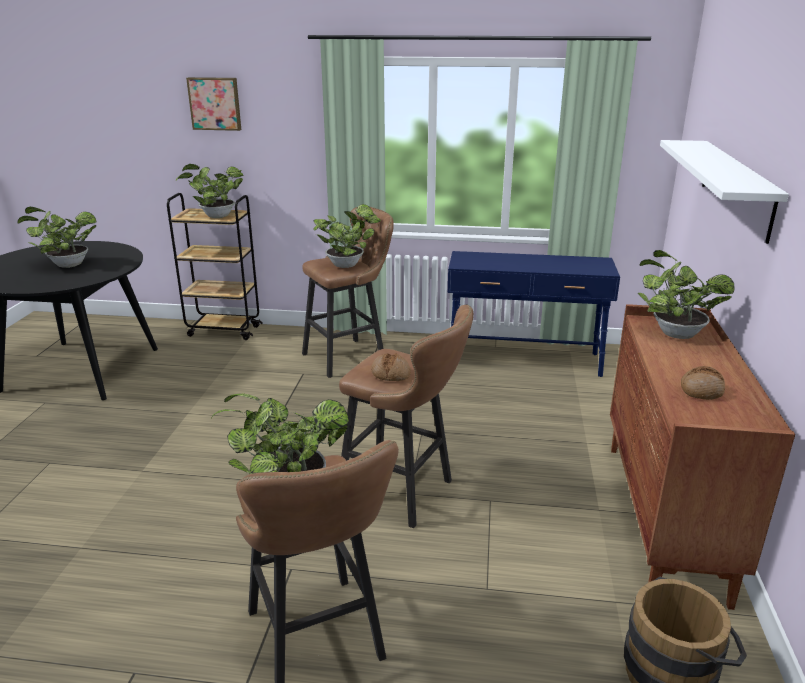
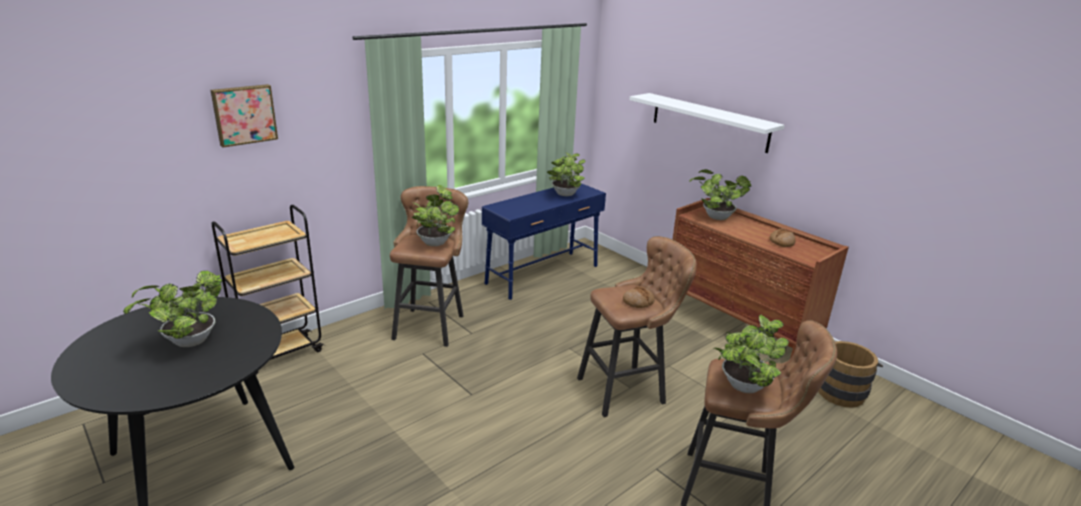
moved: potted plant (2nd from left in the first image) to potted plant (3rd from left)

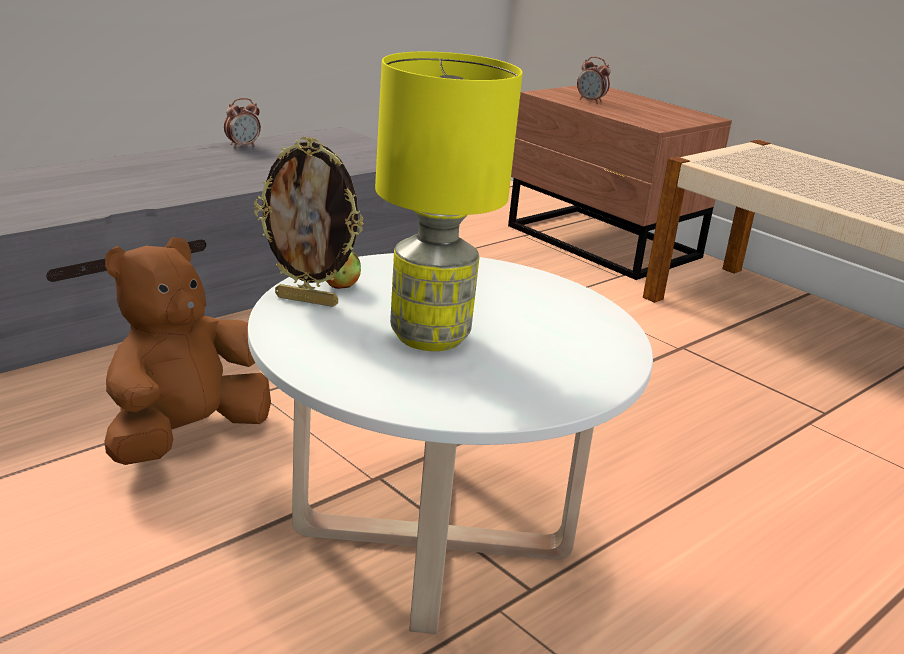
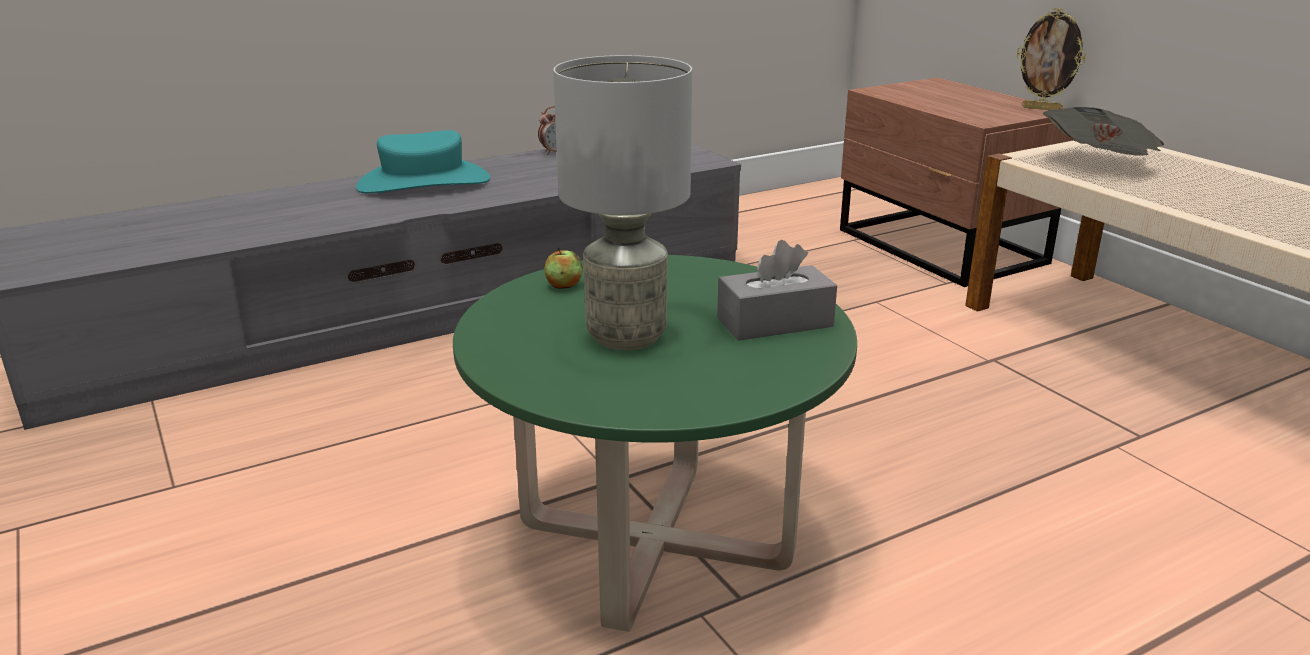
removed: brown plush toy; alarm clock (2nd from left)
added: turquoise hat; grey tissue box; newspaper
moved: picture frame
recoloured: white coffee table to green coffee table; yellow table lamp to grey table lamp

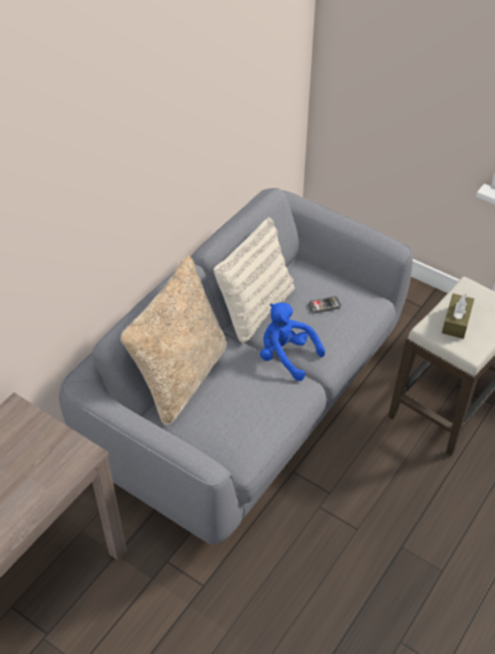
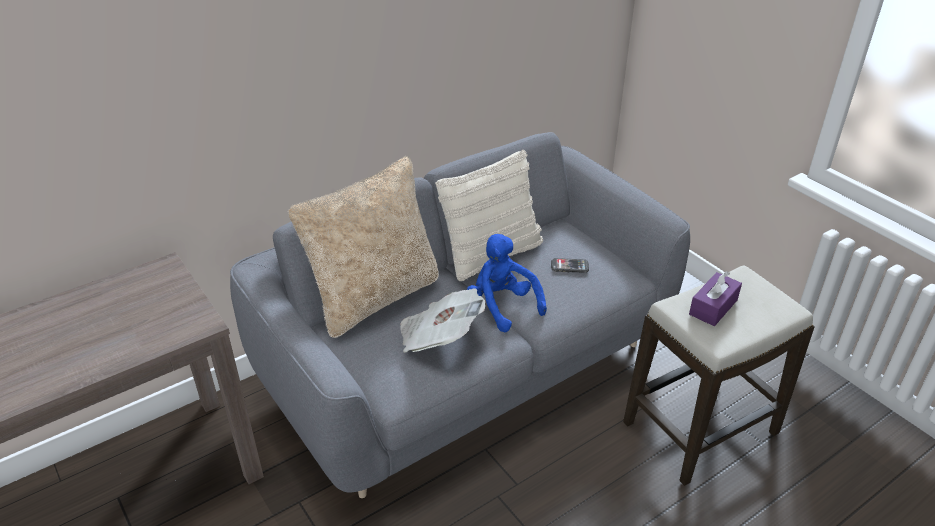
added: newspaper
recoloured: brown tissue box to purple tissue box

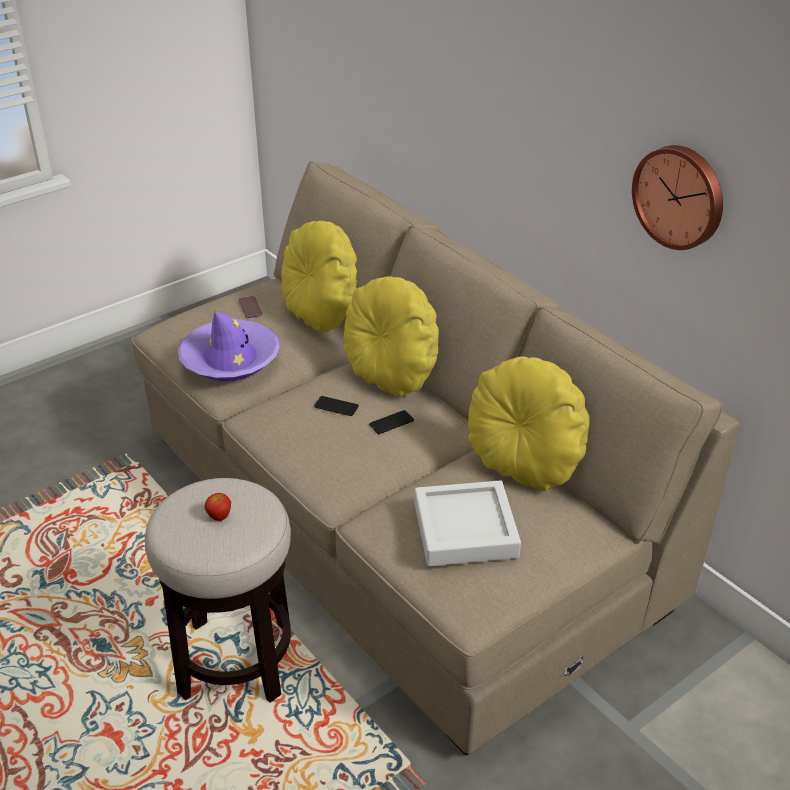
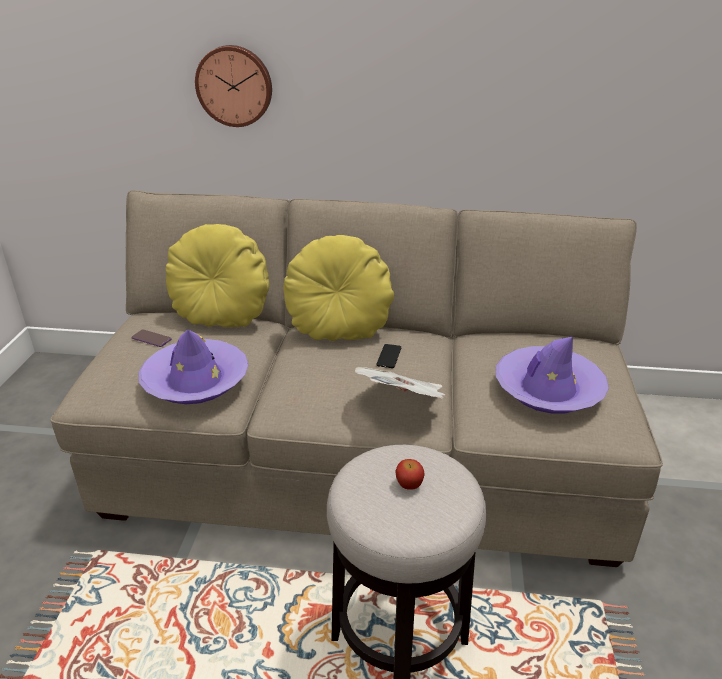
removed: phone (2nd from left); yellow pillow (3rd from left)
added: newspaper
moved: wall clock
replaced: grey tray to purple hat (2nd from left)

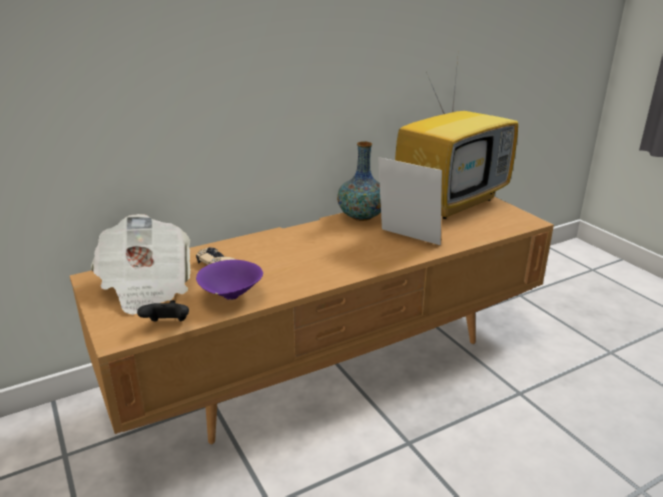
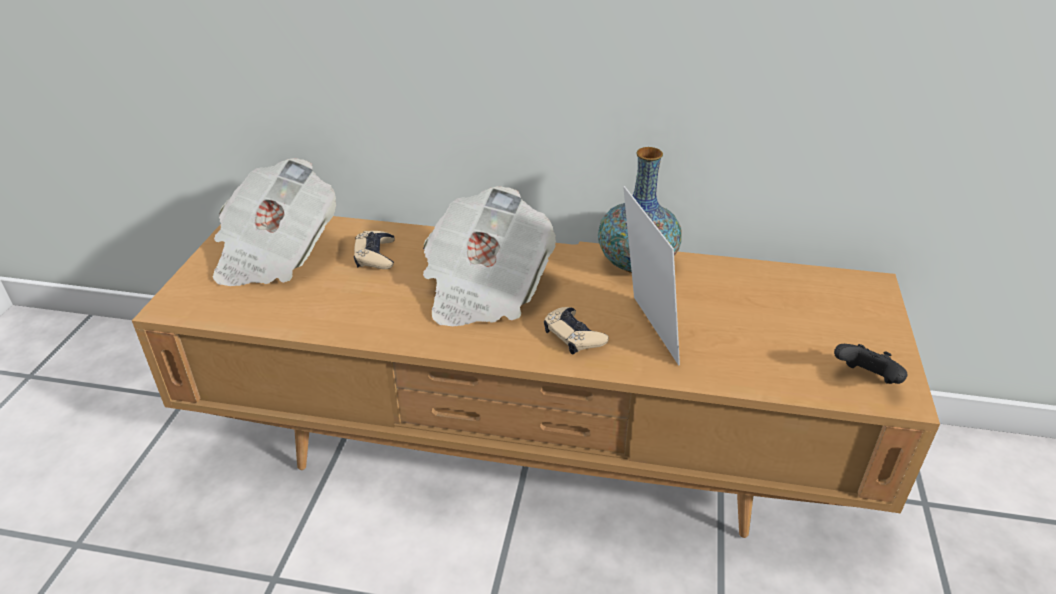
removed: purple bowl; television
added: newspaper (2nd from left); beige game controller (2nd from left)
moved: black game controller

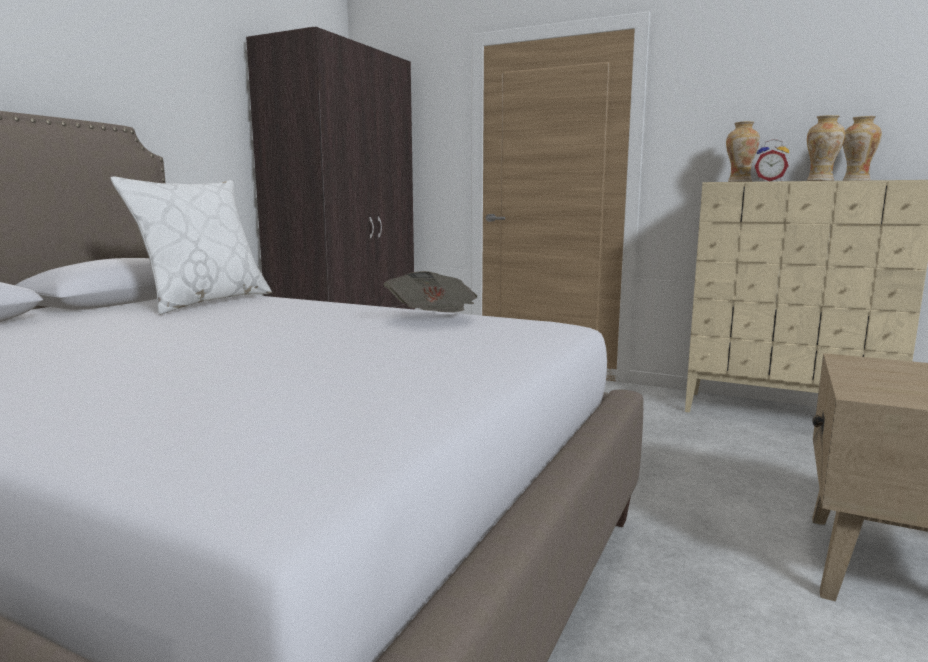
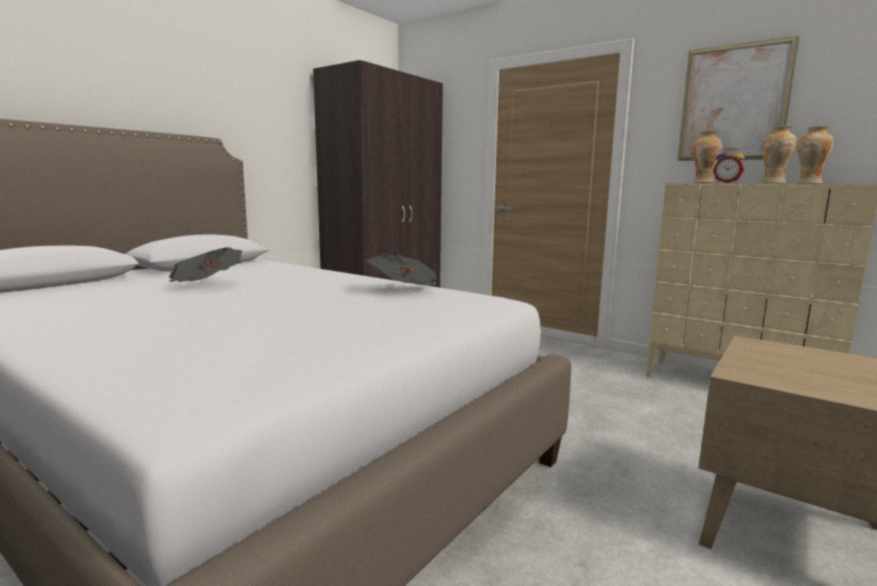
removed: white pillow
added: newspaper (1st from left); picture

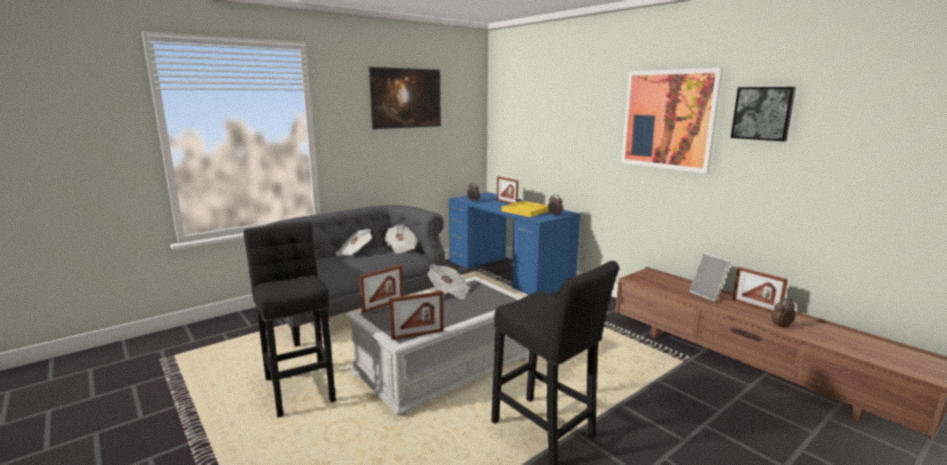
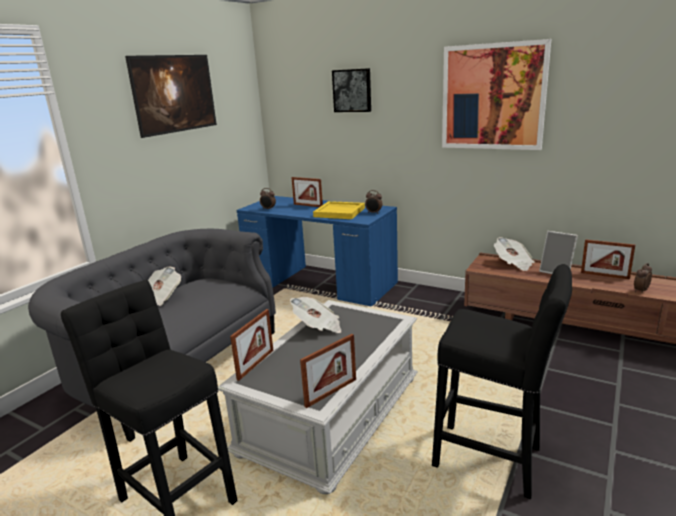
moved: picture (3rd from left in the first image) to picture (2nd from left); newspaper (2nd from left in the first image) to newspaper (3rd from left)

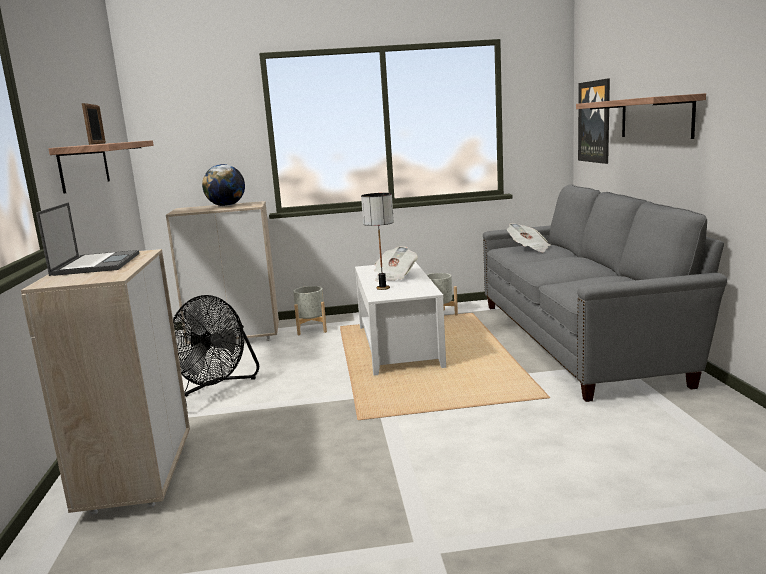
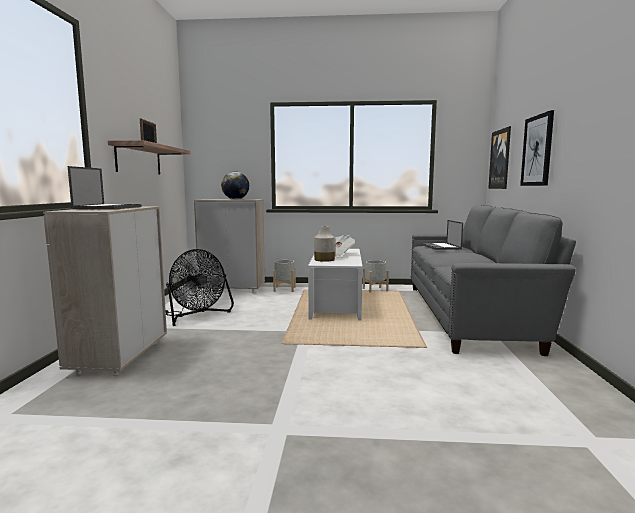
replaced: table lamp to beige vase; newspaper (2nd from left) to laptop (2nd from left); shelf (2nd from left) to picture (2nd from left)

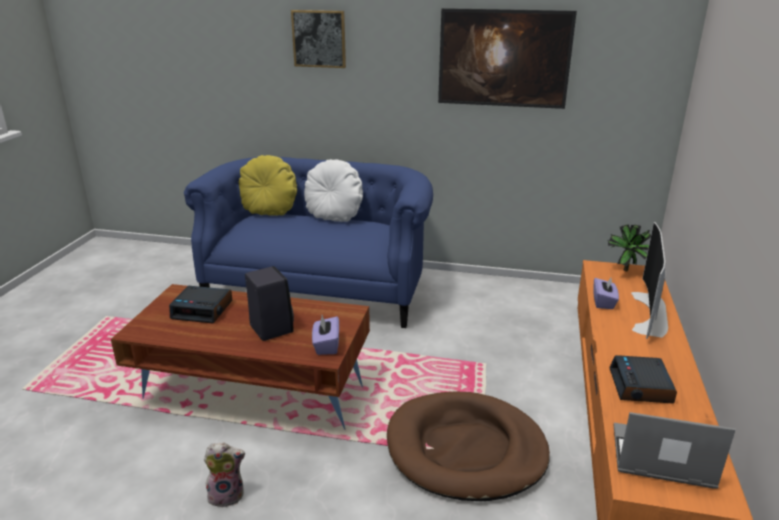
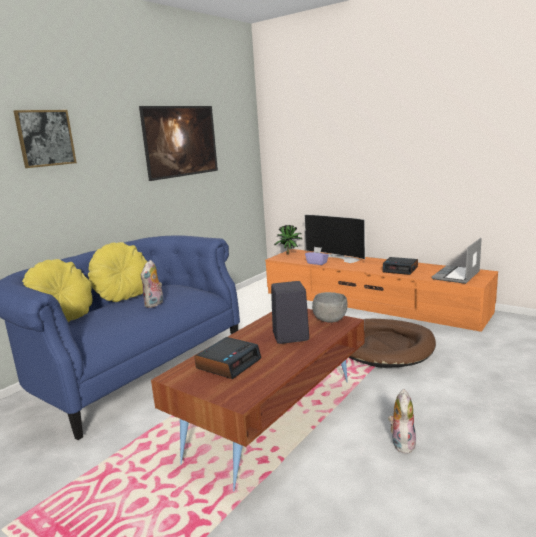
added: plush toy (1st from left)
replaced: purple tissue box (1st from left) to grey bowl
recoloured: white pillow to yellow pillow (2nd from left)

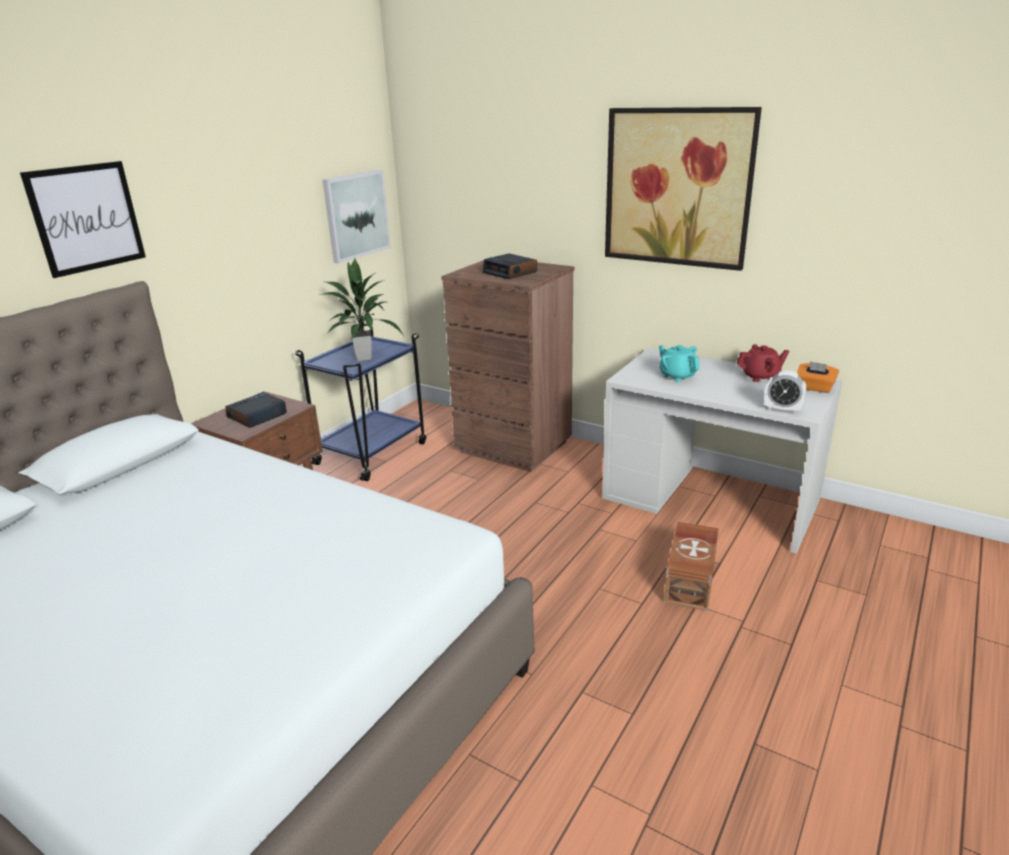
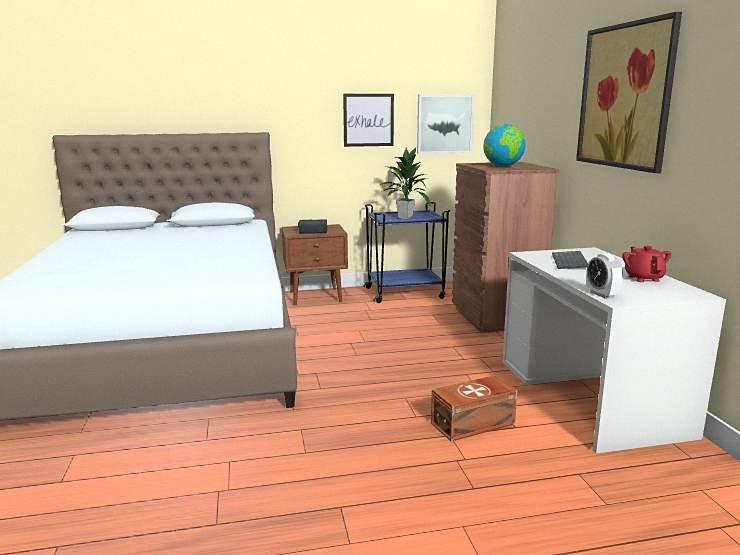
removed: orange tissue box
moved: picture (1st from left)
replaced: alarm clock (2nd from left) to globe; turquoise teapot to keyboard
turned: red teapot 135 degrees counterclockwise

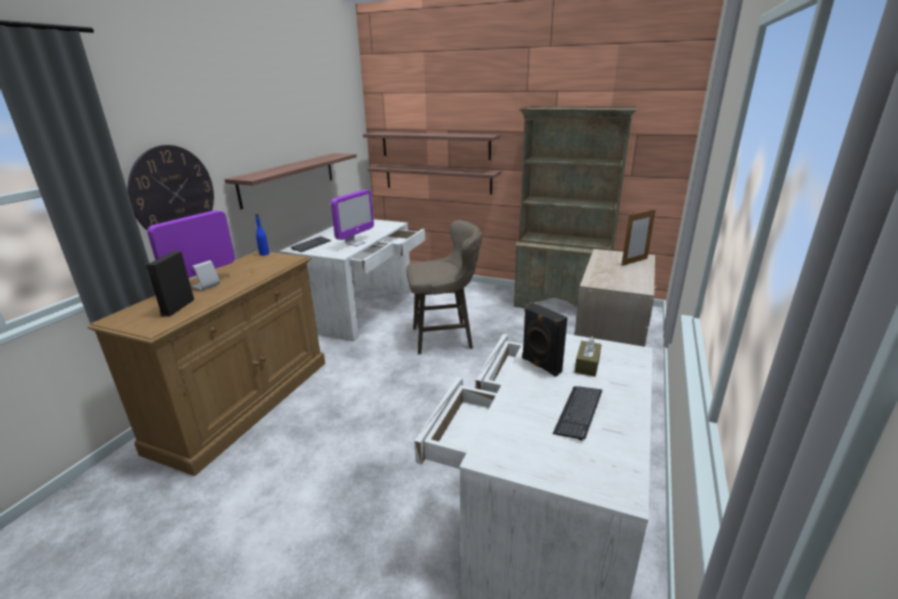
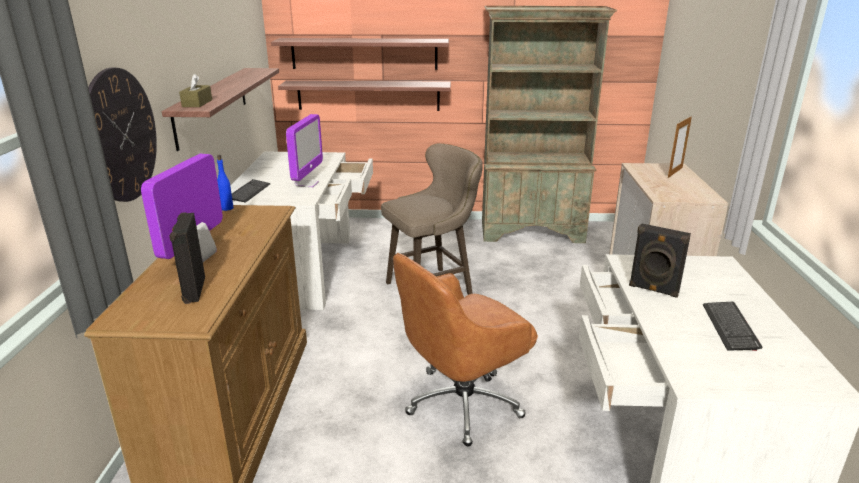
added: brown office chair
moved: brown tissue box

